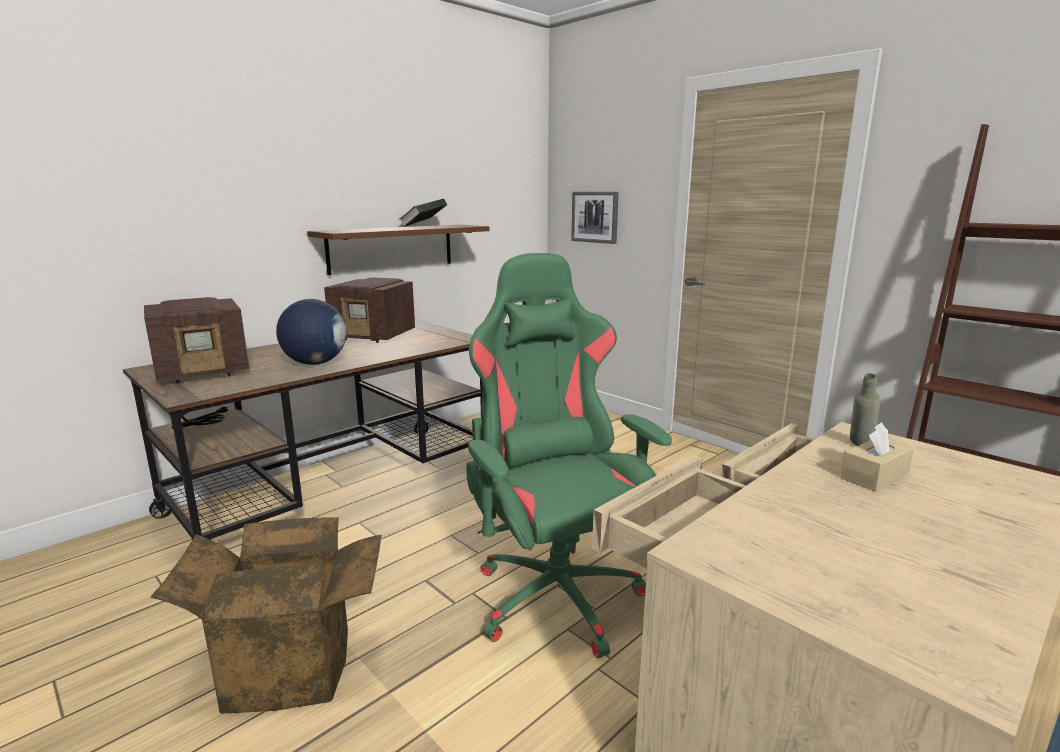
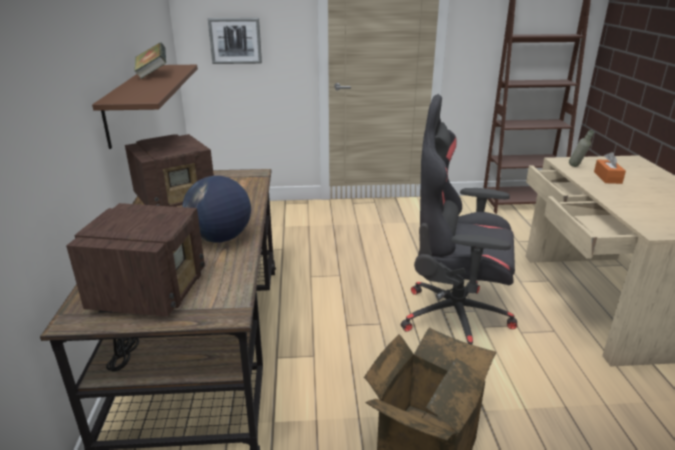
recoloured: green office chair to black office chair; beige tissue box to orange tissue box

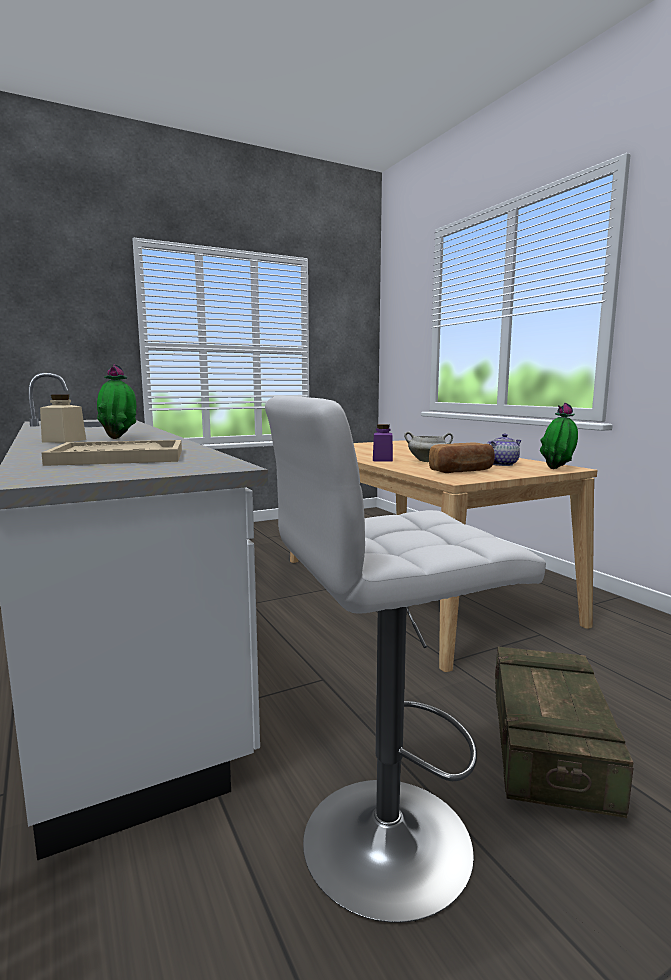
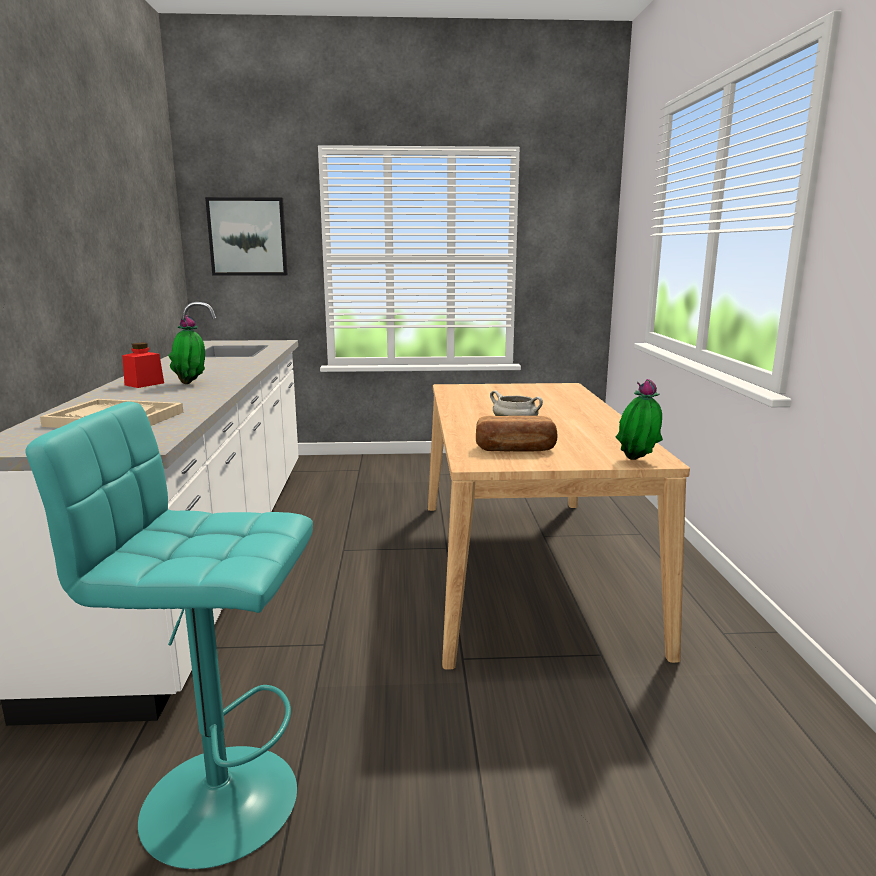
removed: purple jar; teapot; crate
added: picture
recoloured: white stool to turquoise stool; beige jar to red jar

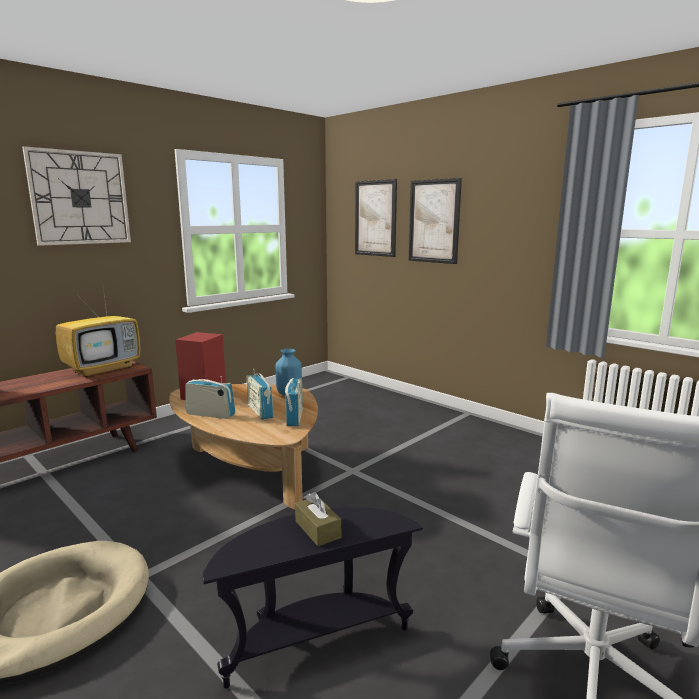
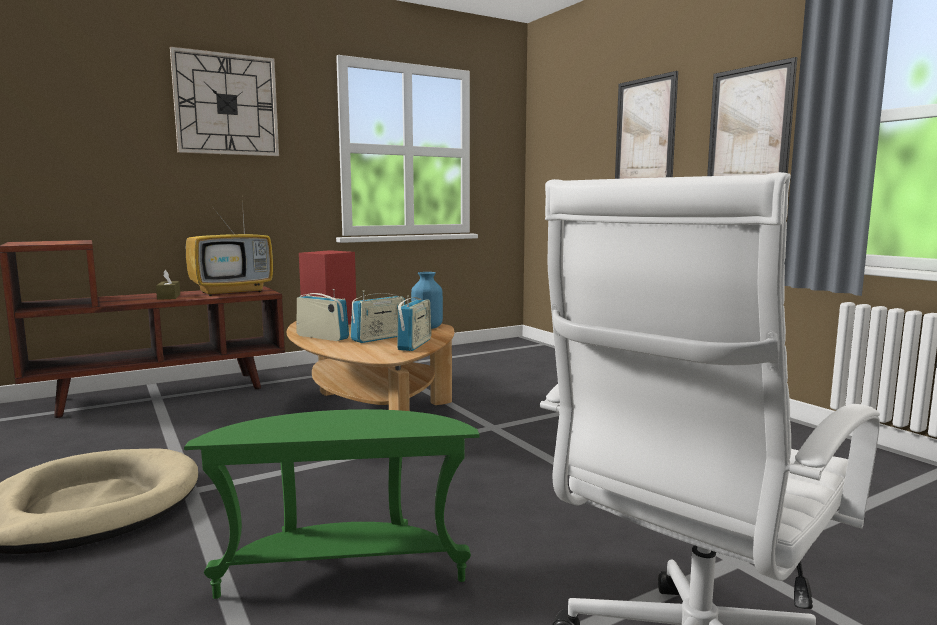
moved: brown tissue box; picture (1st from left in the first image) to picture (2nd from left)
recoloured: black side table to green side table
turned: radio (2nd from left) 120 degrees counterclockwise

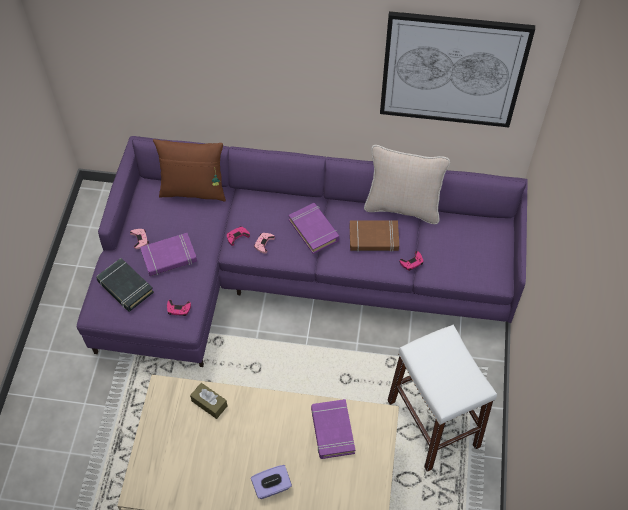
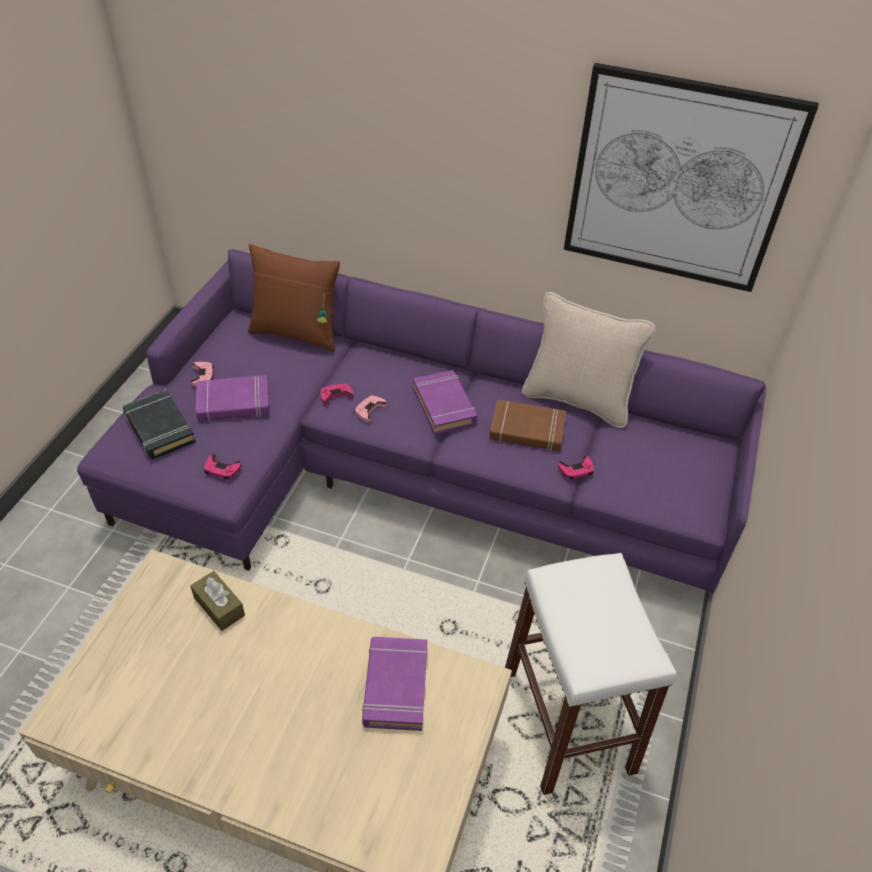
removed: purple tissue box

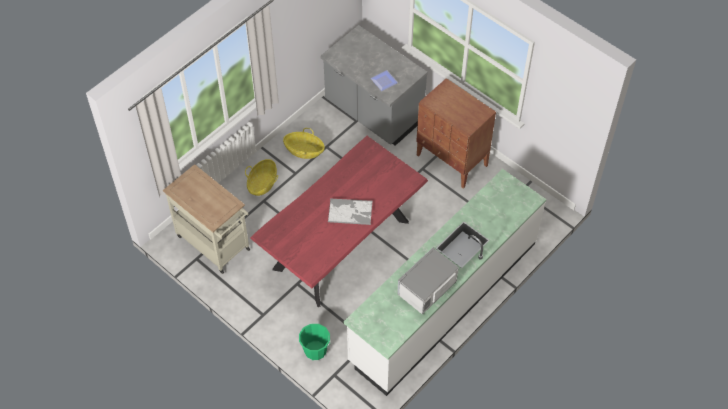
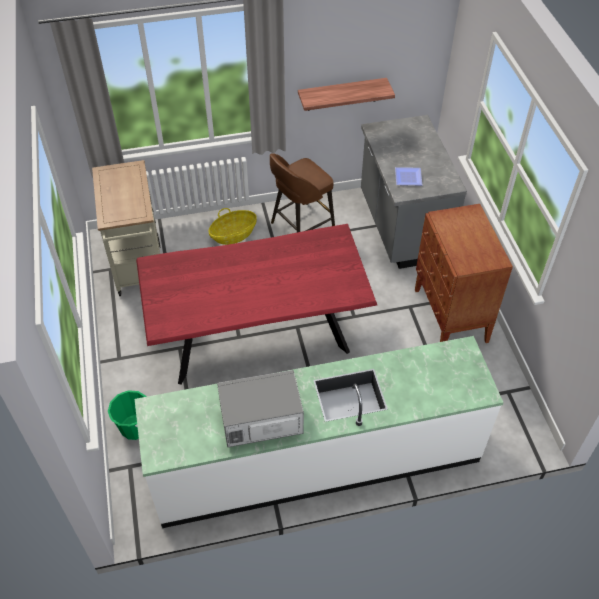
removed: tray
added: shelf
replaced: basket (2nd from left) to brown stool

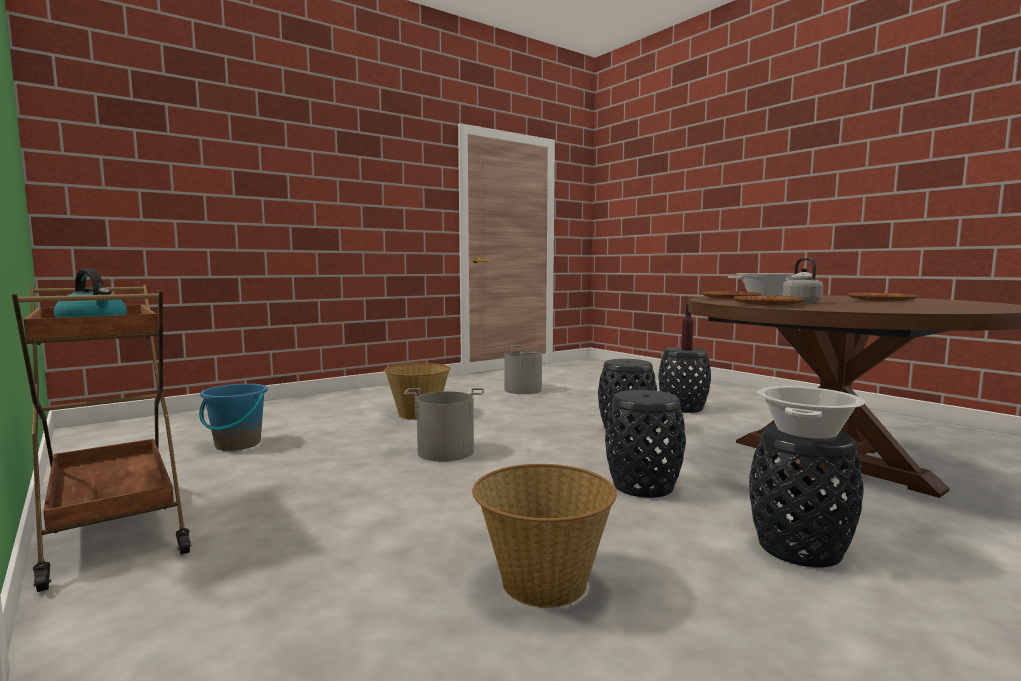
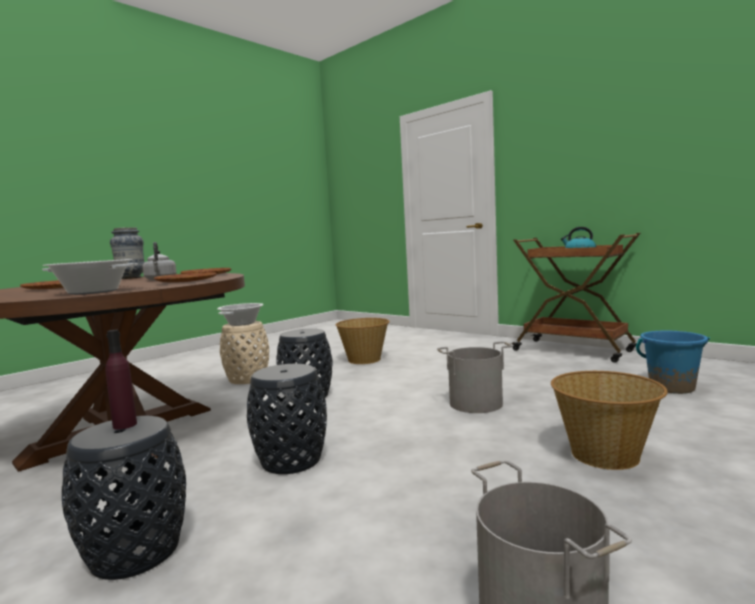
added: vase
recoloured: black stool (4th from left) to beige stool

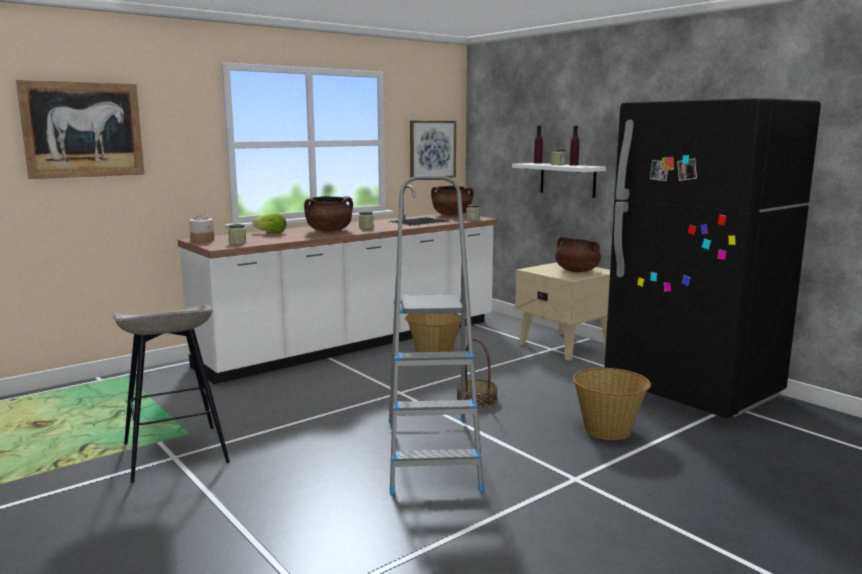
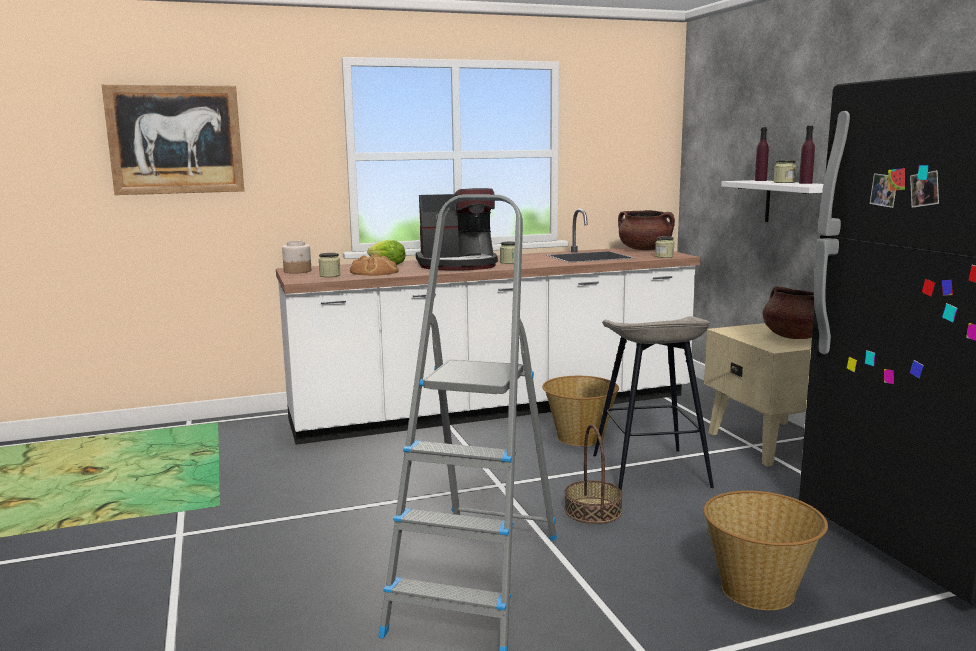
removed: picture (2nd from left)
added: bread
moved: grey stool
replaced: brown cooking pot (1st from left) to coffee machine

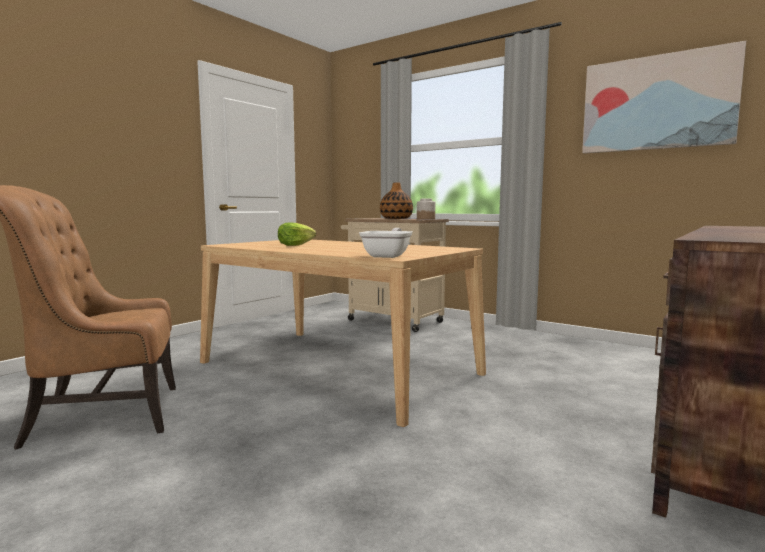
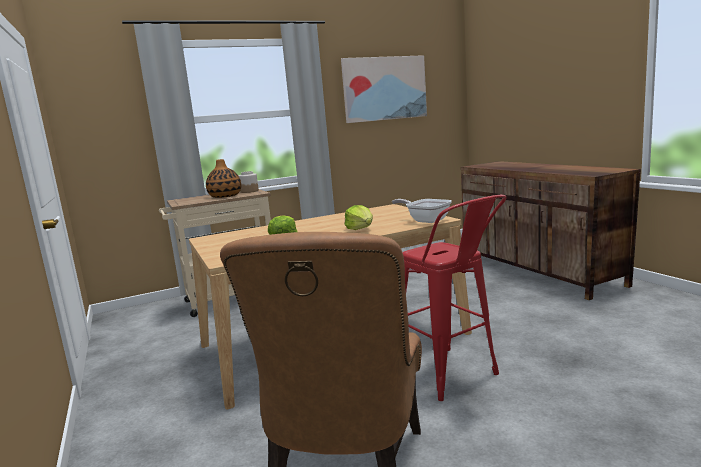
added: lettuce (2nd from left); red stool

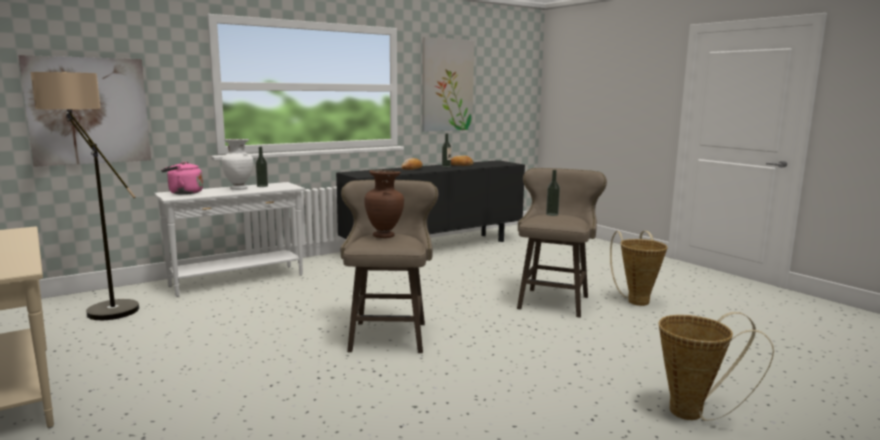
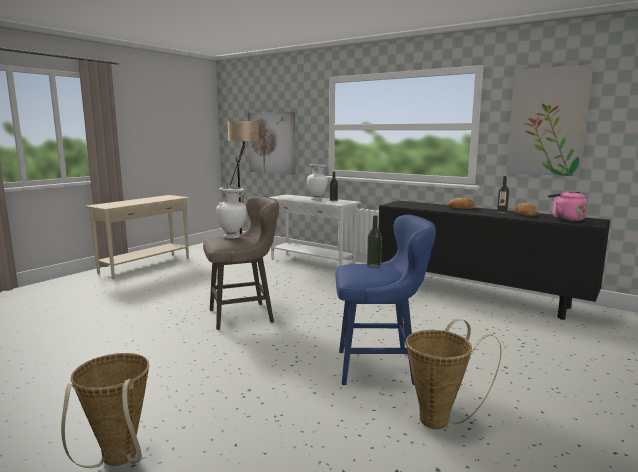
moved: pink kettle
recoloured: brown vase to white vase (1st from left); beige stool (2nd from left) to blue stool

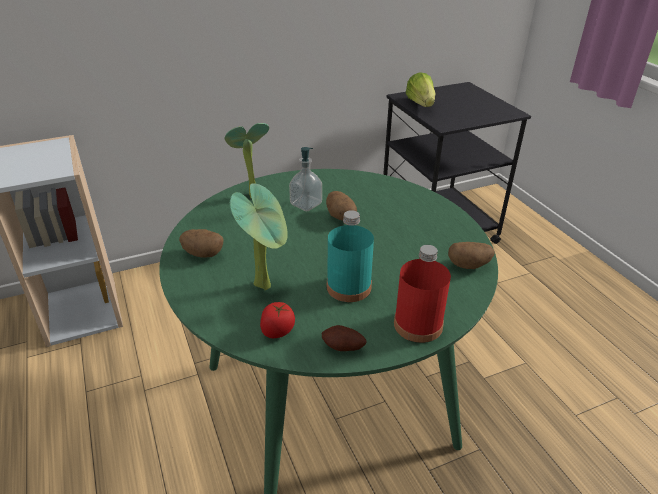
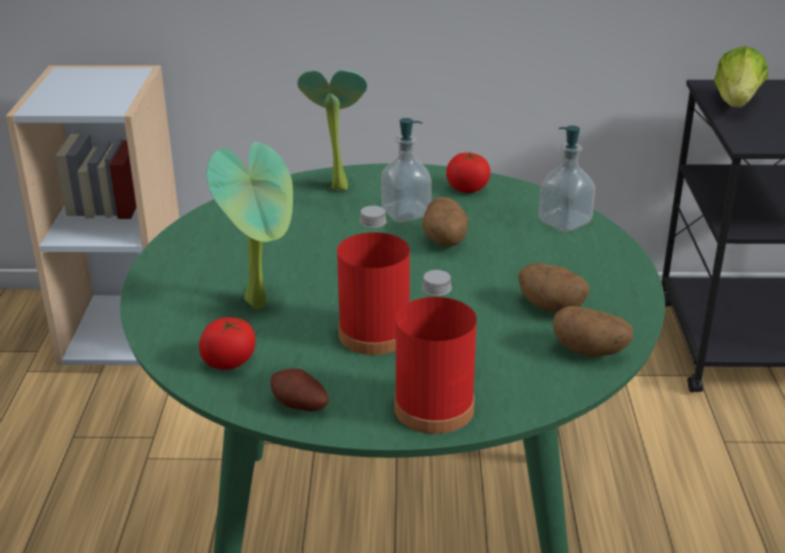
added: tomato (2nd from left); soap dispenser (2nd from left)
moved: potato (1st from left in the first image) to potato (3rd from left)
recoloured: turquoise bottle to red bottle (1st from left)

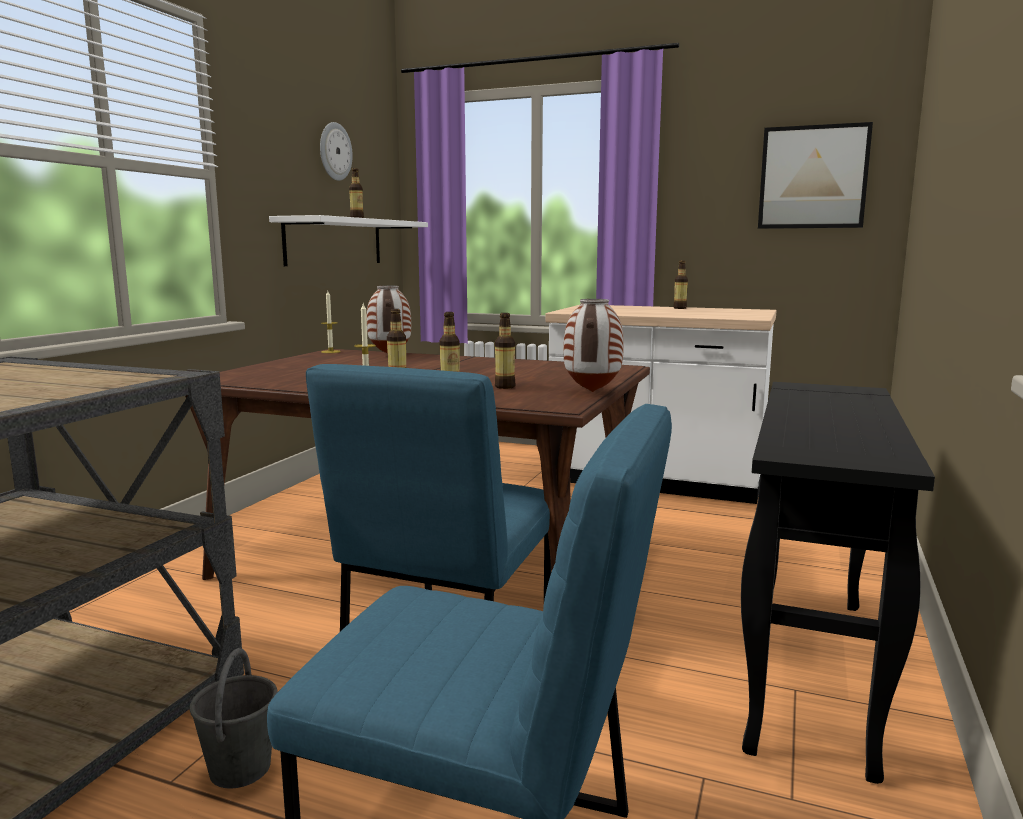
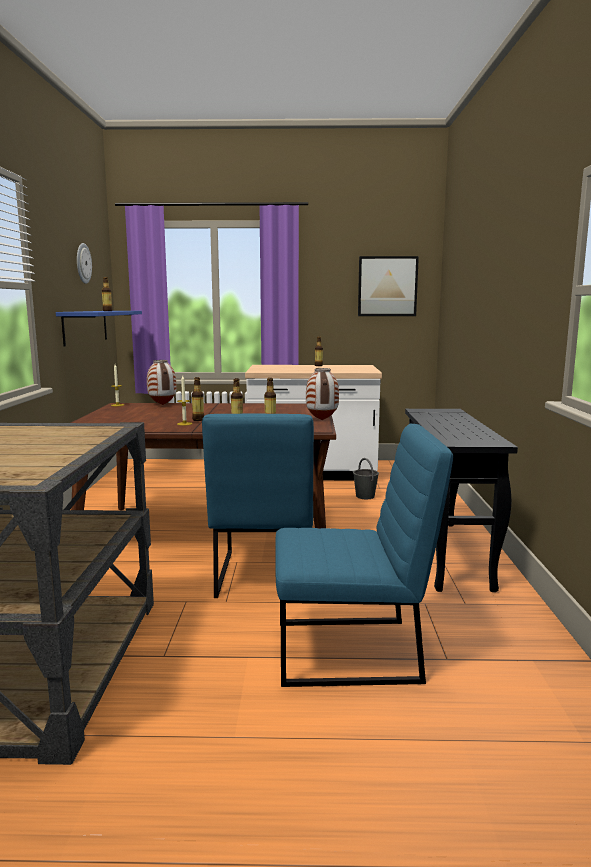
moved: grey bucket
recoloured: white shelf to blue shelf

